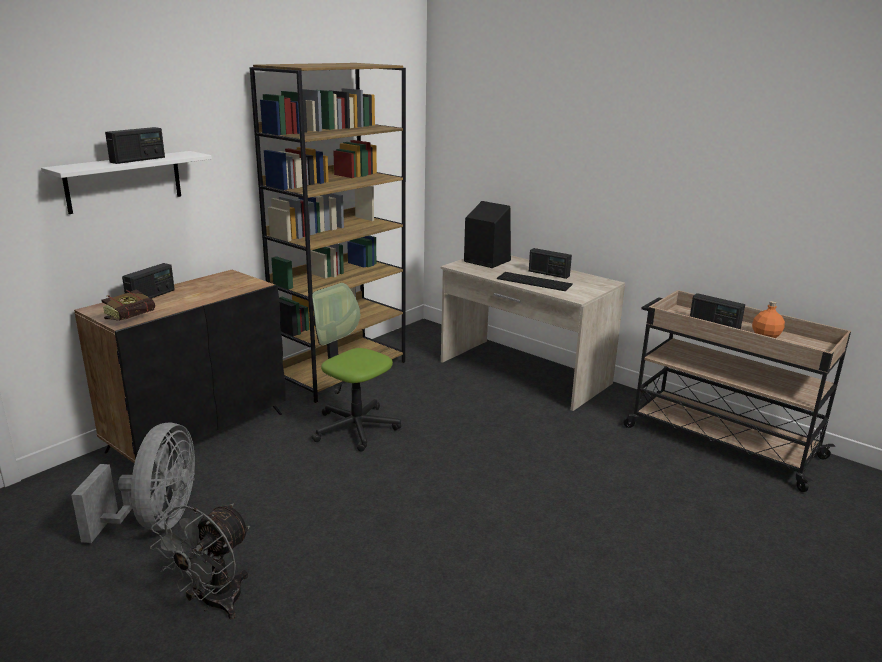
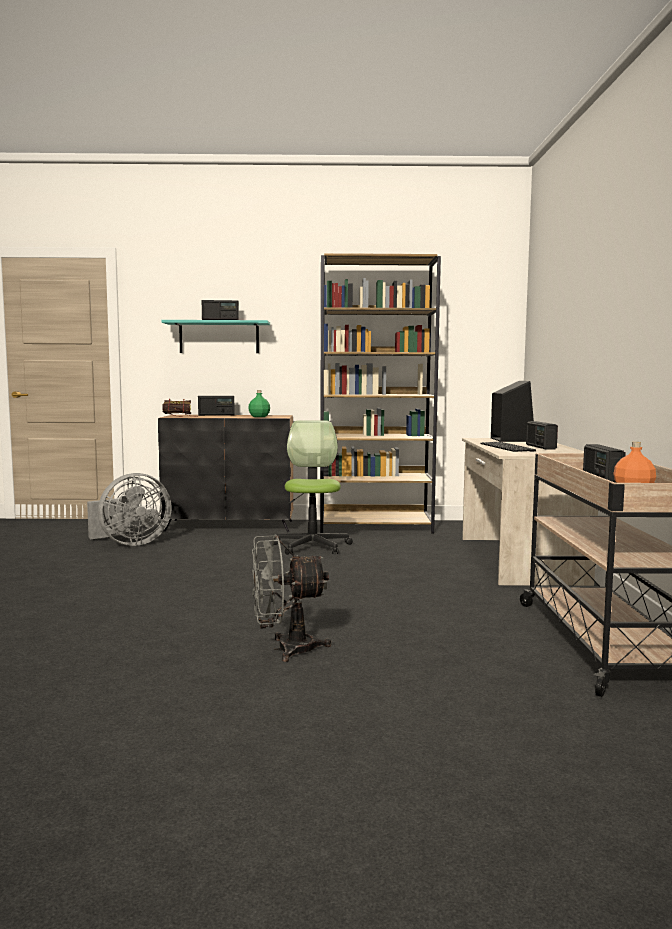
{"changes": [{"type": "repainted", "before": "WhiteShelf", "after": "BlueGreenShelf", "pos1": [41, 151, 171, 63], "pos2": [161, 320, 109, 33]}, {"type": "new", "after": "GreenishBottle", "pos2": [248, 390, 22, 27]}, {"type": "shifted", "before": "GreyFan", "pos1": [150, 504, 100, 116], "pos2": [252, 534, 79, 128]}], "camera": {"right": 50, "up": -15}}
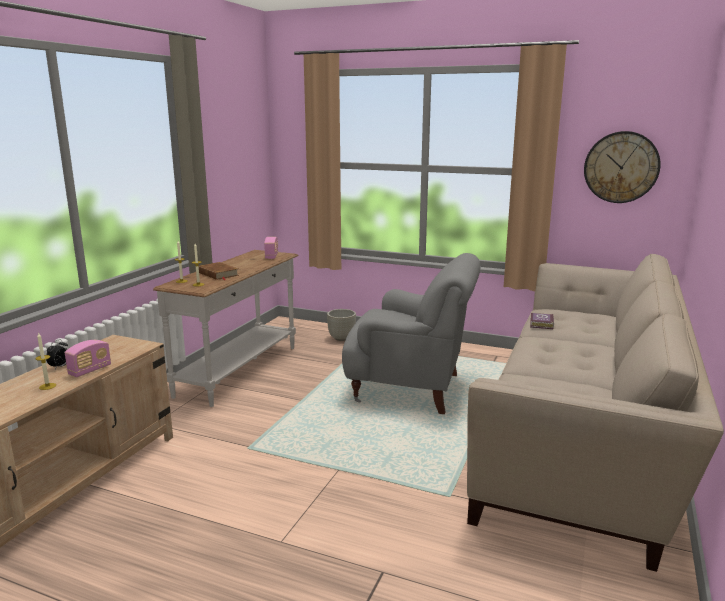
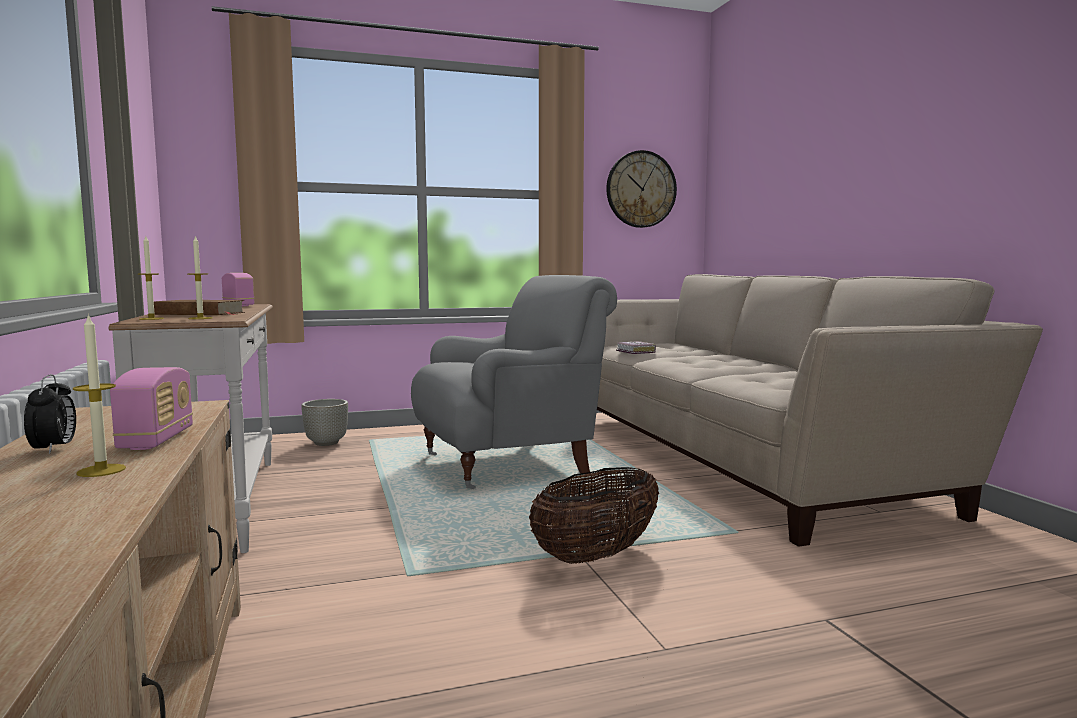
{"changes": [{"type": "new", "after": "Basket", "pos2": [529, 467, 130, 97]}], "camera": {"right": -40, "up": -10}}
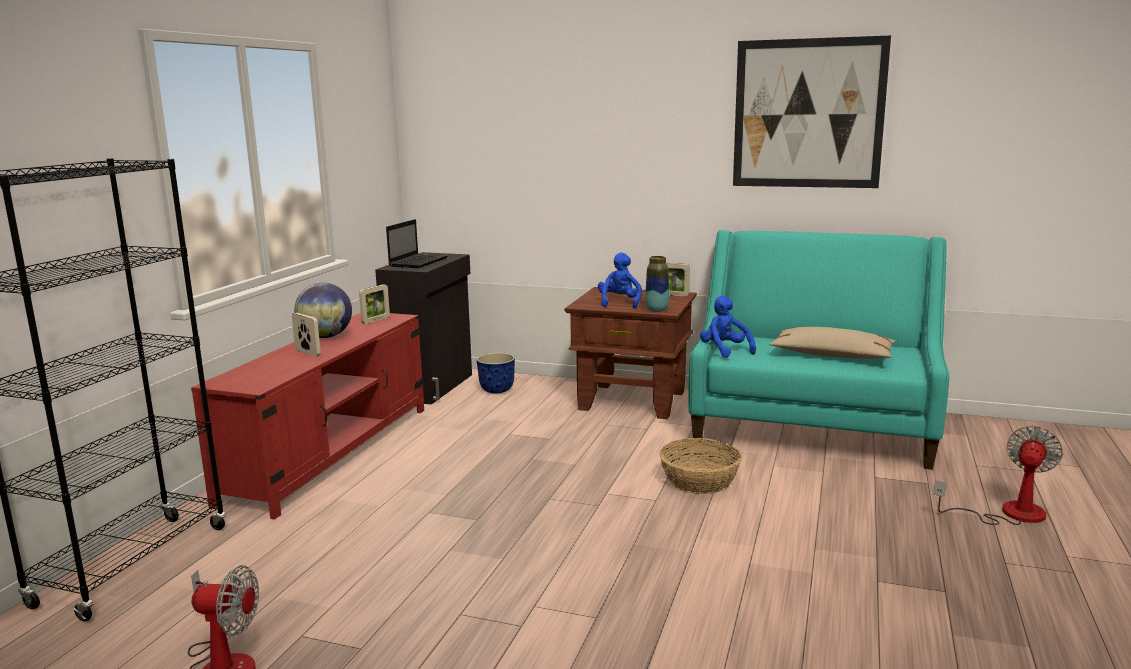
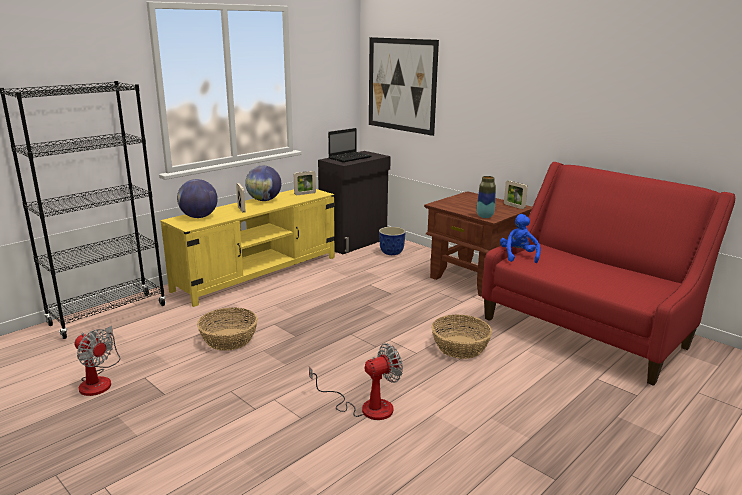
{"changes": [{"type": "repainted", "before": "RedTvStand", "after": "YellowTvStand", "pos1": [191, 313, 233, 207], "pos2": [160, 189, 175, 118]}, {"type": "new", "after": "Globe", "pos2": [177, 179, 41, 39]}, {"type": "new", "after": "Basket", "pos2": [197, 308, 61, 43]}, {"type": "shifted", "before": "Fan", "pos1": [933, 426, 130, 99], "pos2": [309, 343, 94, 77]}, {"type": "shifted", "before": "Picture", "pos1": [733, 35, 158, 153], "pos2": [369, 37, 70, 99]}, {"type": "repainted", "before": "BlueGreenCouch", "after": "RedCouch", "pos1": [688, 230, 261, 240], "pos2": [482, 162, 253, 224]}, {"type": "gone", "before": "BlueColouredPlushToy", "pos1": [598, 252, 44, 57]}, {"type": "gone", "before": "BeigeColouredPillow", "pos1": [769, 327, 127, 32]}], "camera": {"right": 25, "up": 5}}
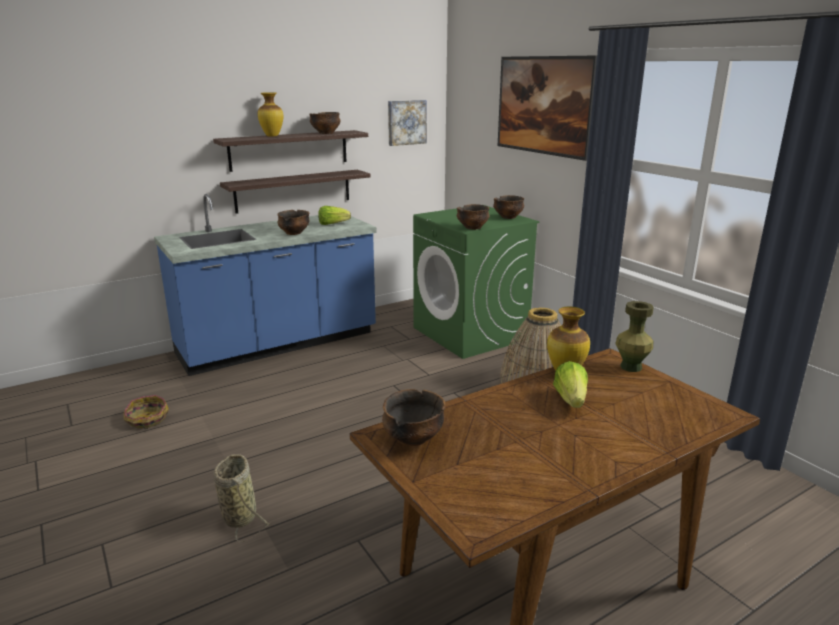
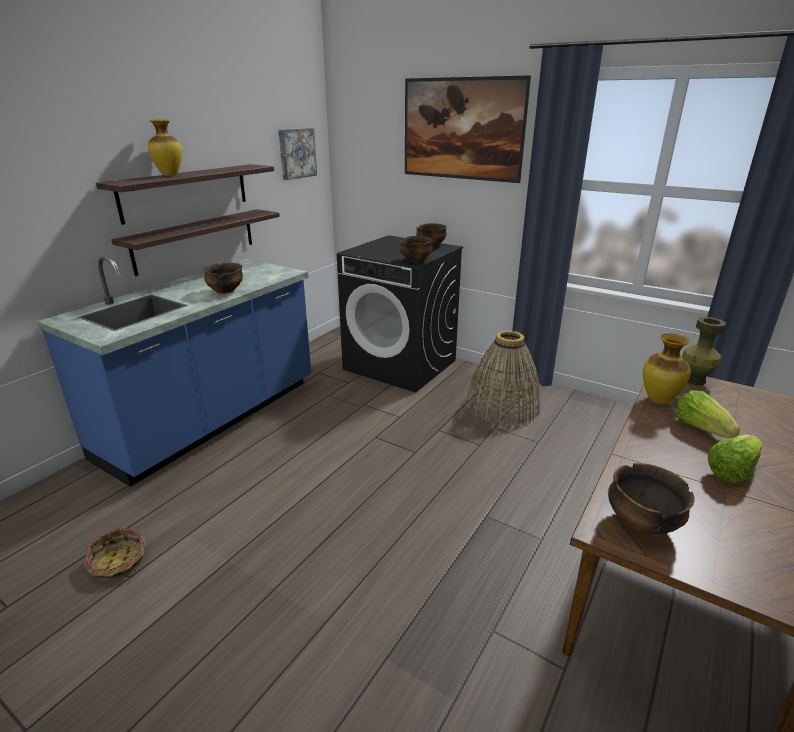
{"changes": [{"type": "repainted", "before": "GreenishLaundryMachine", "after": "BlackLaundryMachine", "pos1": [413, 205, 127, 154], "pos2": [337, 235, 126, 158]}, {"type": "shifted", "before": "HeadOfLettuce", "pos1": [318, 206, 33, 19], "pos2": [707, 435, 55, 48]}, {"type": "gone", "before": "Basket", "pos1": [213, 454, 57, 88]}, {"type": "gone", "before": "ServingBowl", "pos1": [310, 112, 30, 22]}], "camera": {"right": -25, "up": 5}}
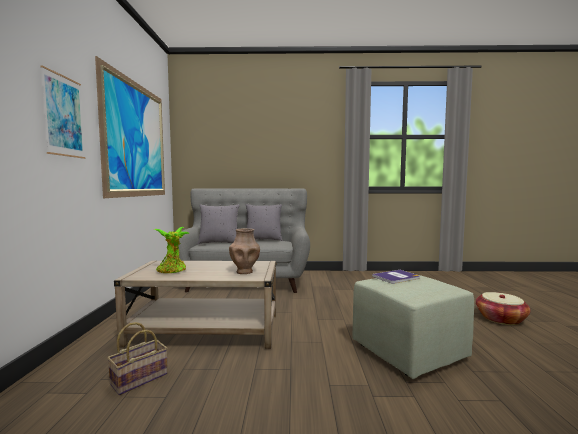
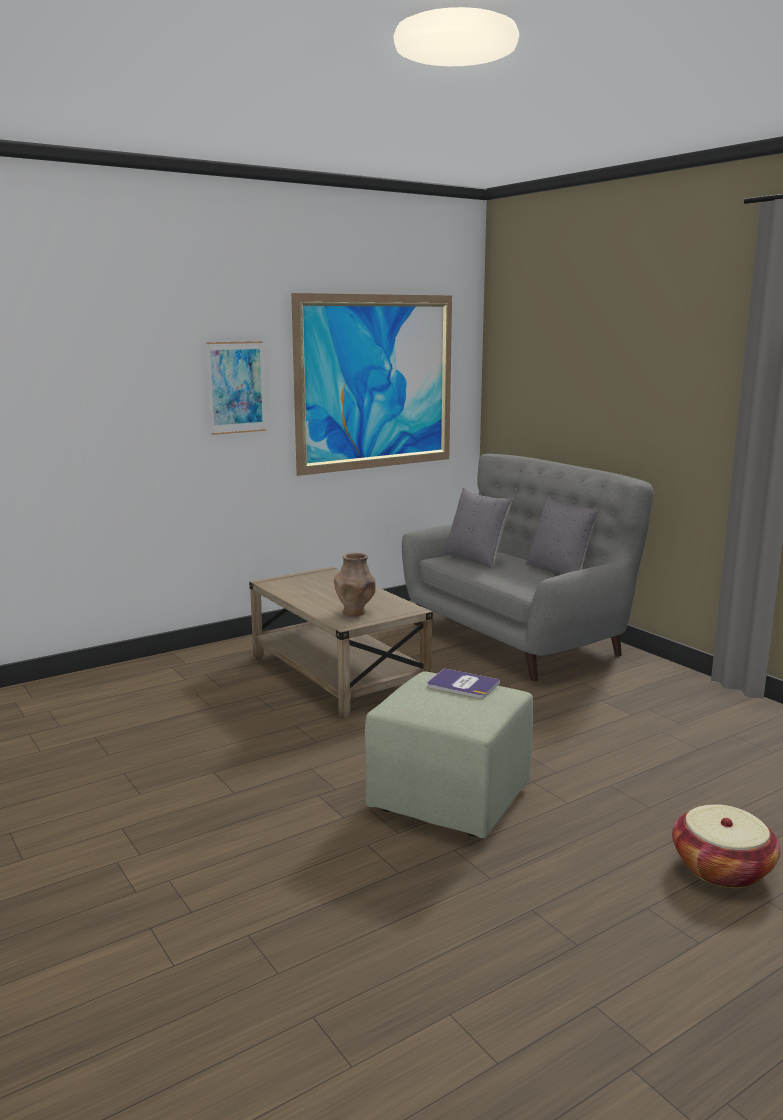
{"changes": [{"type": "gone", "before": "Basket", "pos1": [107, 322, 61, 73]}, {"type": "gone", "before": "PottedPlant", "pos1": [154, 227, 36, 46]}], "camera": {"right": 55, "up": 10}}
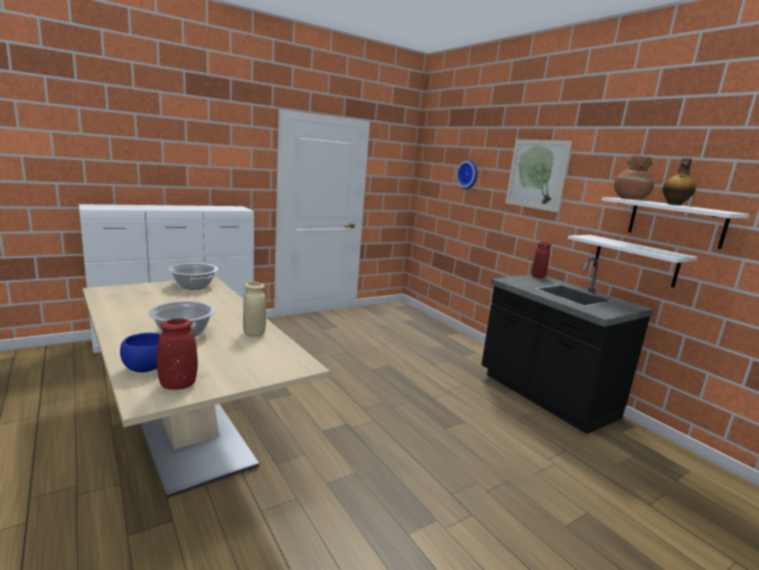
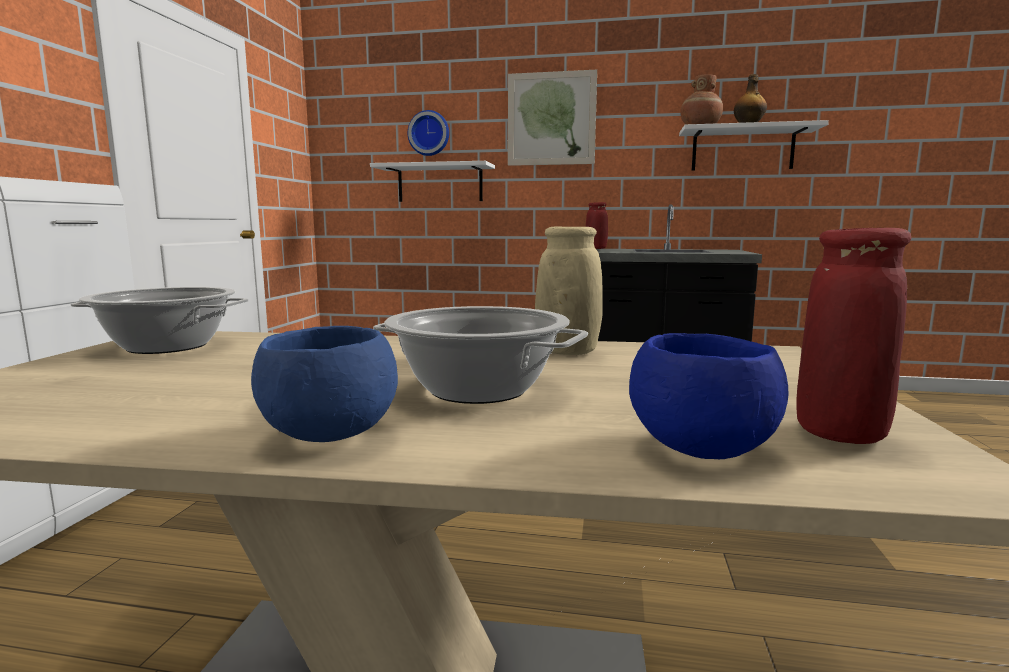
{"changes": [{"type": "new", "after": "BlueColouredServingBowl", "pos2": [251, 326, 147, 116]}, {"type": "shifted", "before": "WhiteShelf", "pos1": [568, 235, 130, 53], "pos2": [370, 161, 125, 41]}], "camera": {"right": -45, "up": -5}}
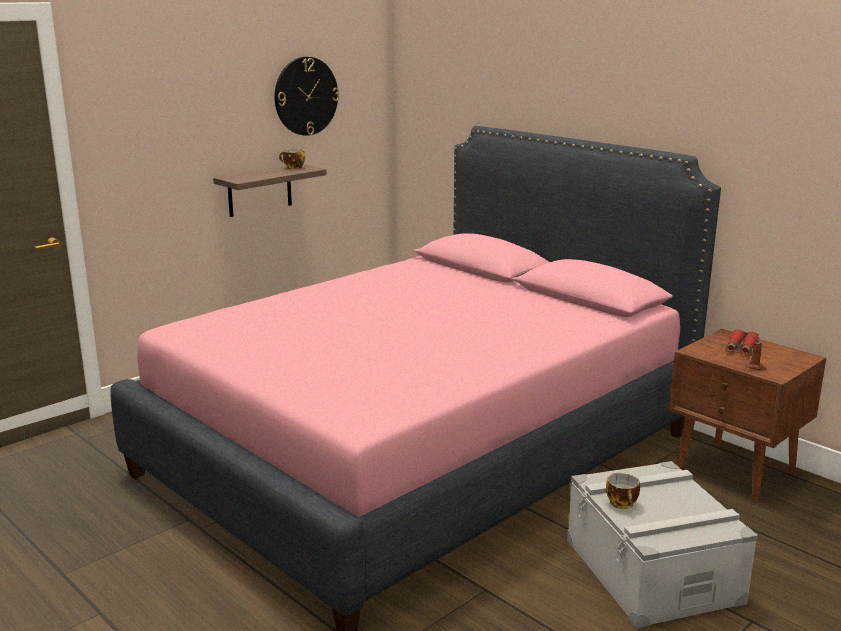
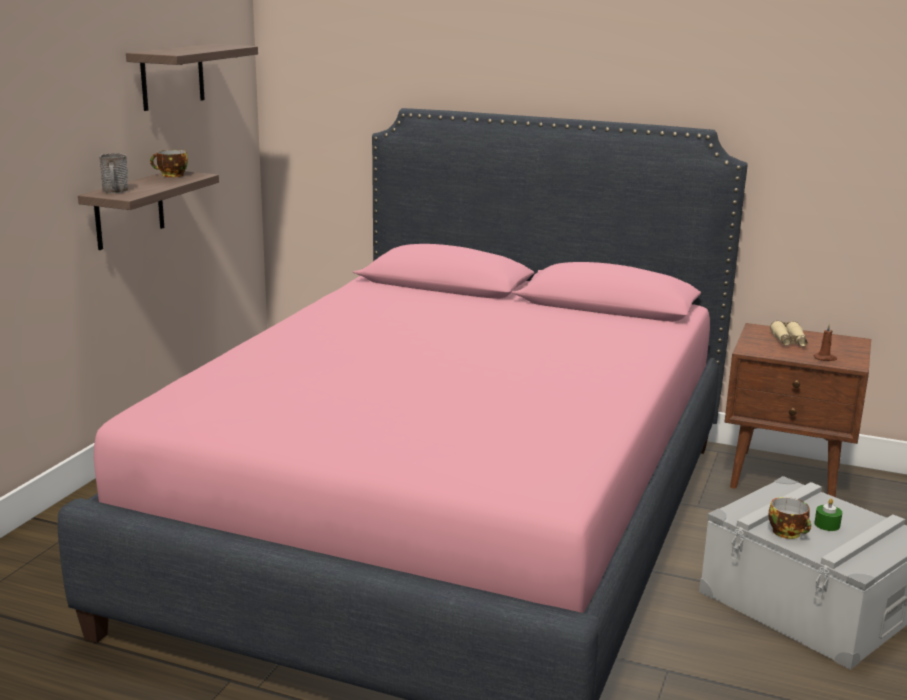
{"changes": [{"type": "new", "after": "GreyCoffeeMug", "pos2": [99, 153, 30, 40]}, {"type": "swapped", "before": "WallClock", "after": "Shelf", "pos1": [275, 57, 64, 79], "pos2": [126, 44, 132, 67]}, {"type": "repainted", "before": "RedFieldGlasses", "after": "BeigeColouredFieldGlasses", "pos1": [726, 329, 34, 26], "pos2": [770, 321, 38, 25]}, {"type": "new", "after": "GreenishCandle", "pos2": [814, 499, 28, 32]}], "camera": {"right": -25, "up": 0}}
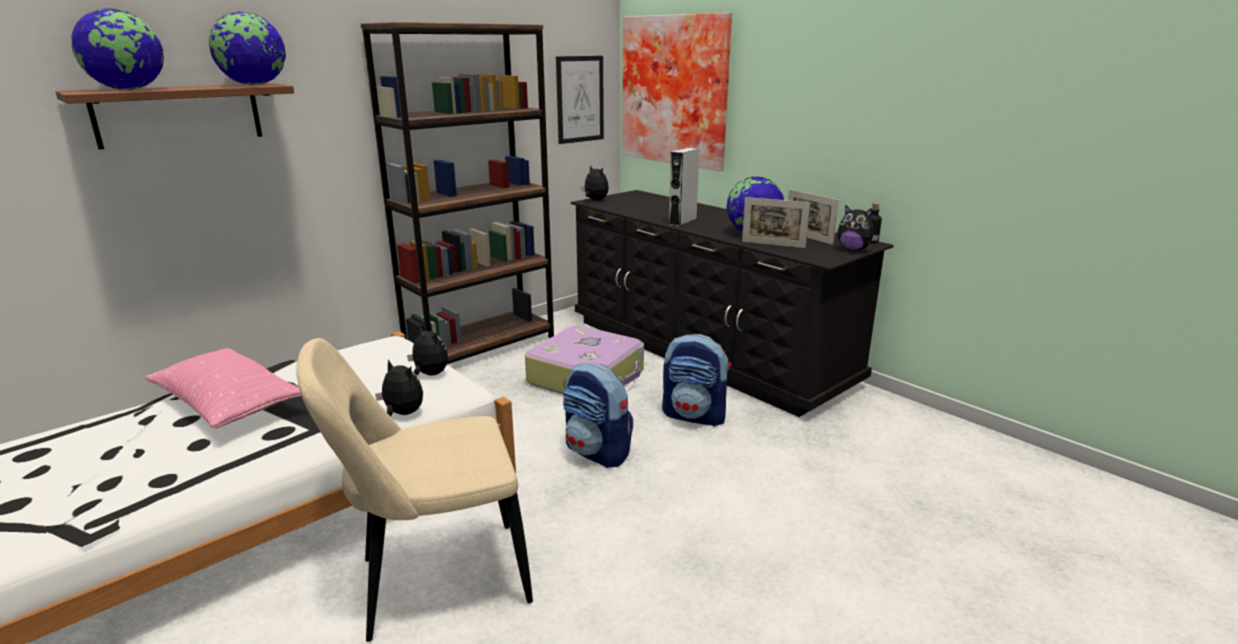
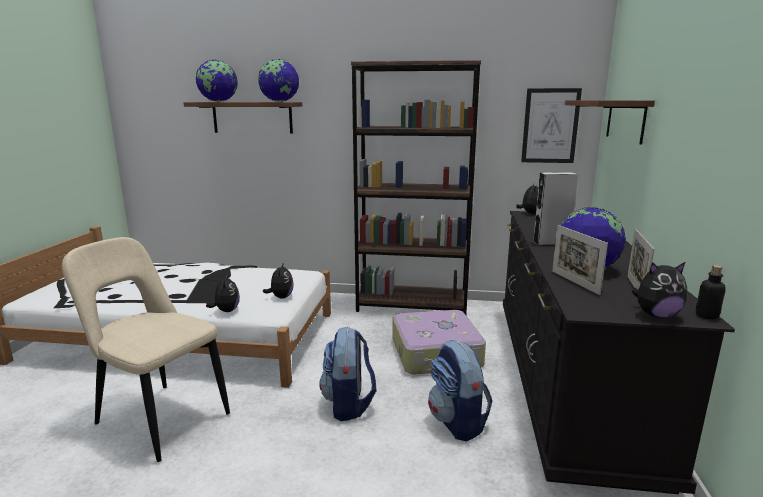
{"changes": [{"type": "swapped", "before": "Picture", "after": "Shelf", "pos1": [623, 13, 109, 158], "pos2": [565, 100, 90, 45]}, {"type": "rotated", "before": "PlushToy", "pos1": [837, 205, 42, 46], "pos2": [632, 262, 55, 56], "turn": -90}, {"type": "gone", "before": "PinkColouredPillow", "pos1": [145, 348, 156, 80]}], "camera": {"right": 50, "up": -5}}
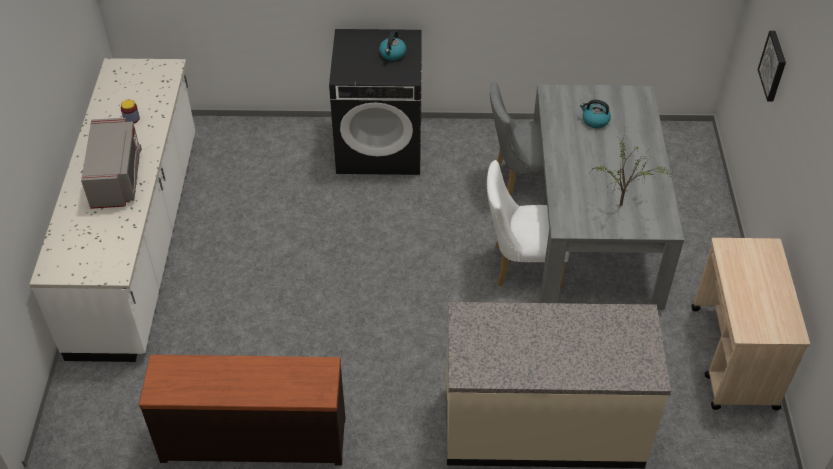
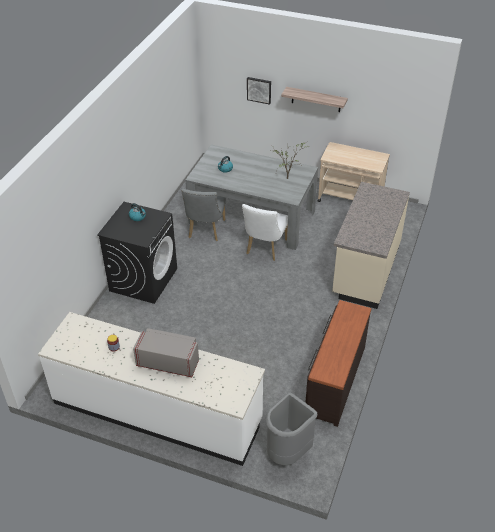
{"changes": [{"type": "new", "after": "GreyWasteBin", "pos2": [266, 393, 52, 72]}, {"type": "new", "after": "Shelf", "pos2": [281, 87, 67, 25]}], "camera": {"right": -70, "up": -5}}
